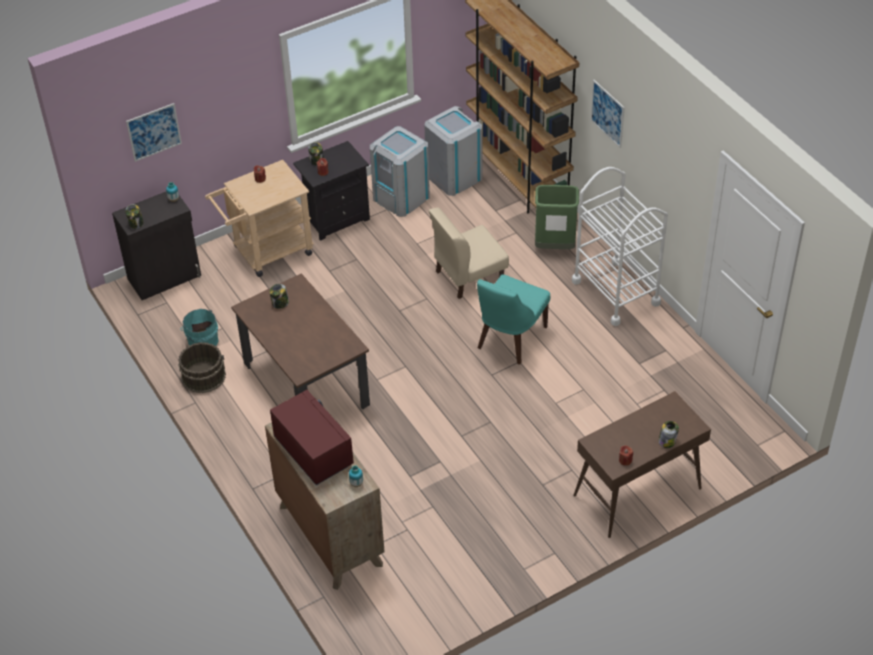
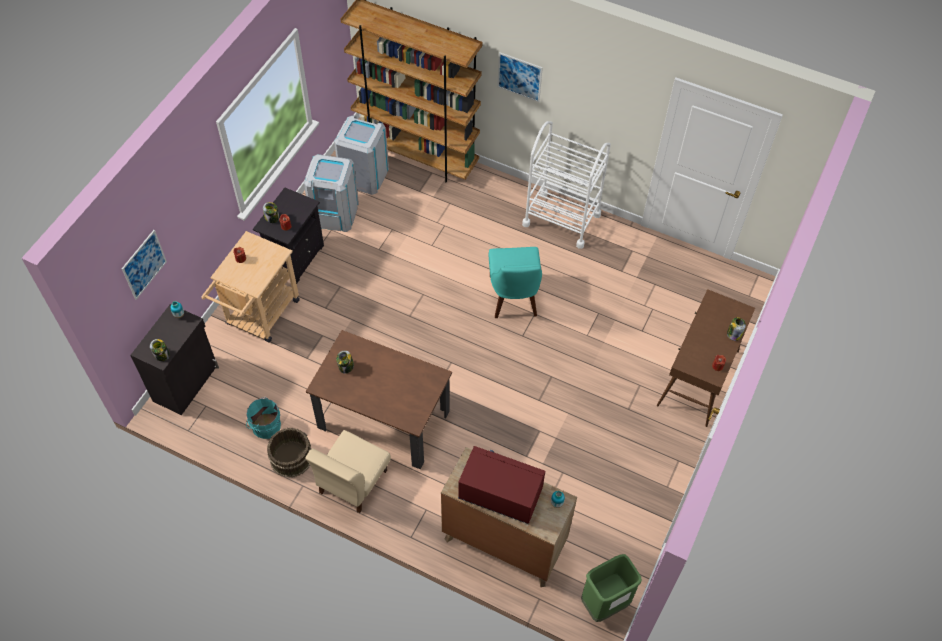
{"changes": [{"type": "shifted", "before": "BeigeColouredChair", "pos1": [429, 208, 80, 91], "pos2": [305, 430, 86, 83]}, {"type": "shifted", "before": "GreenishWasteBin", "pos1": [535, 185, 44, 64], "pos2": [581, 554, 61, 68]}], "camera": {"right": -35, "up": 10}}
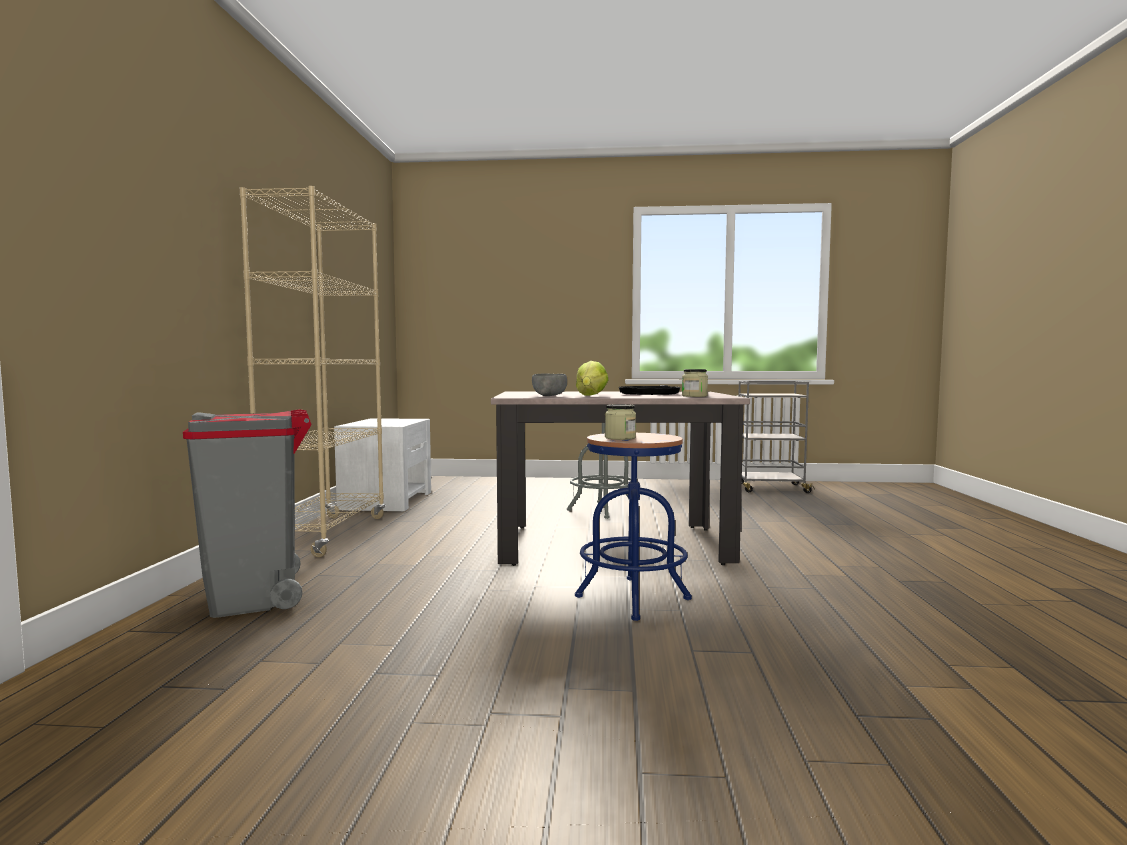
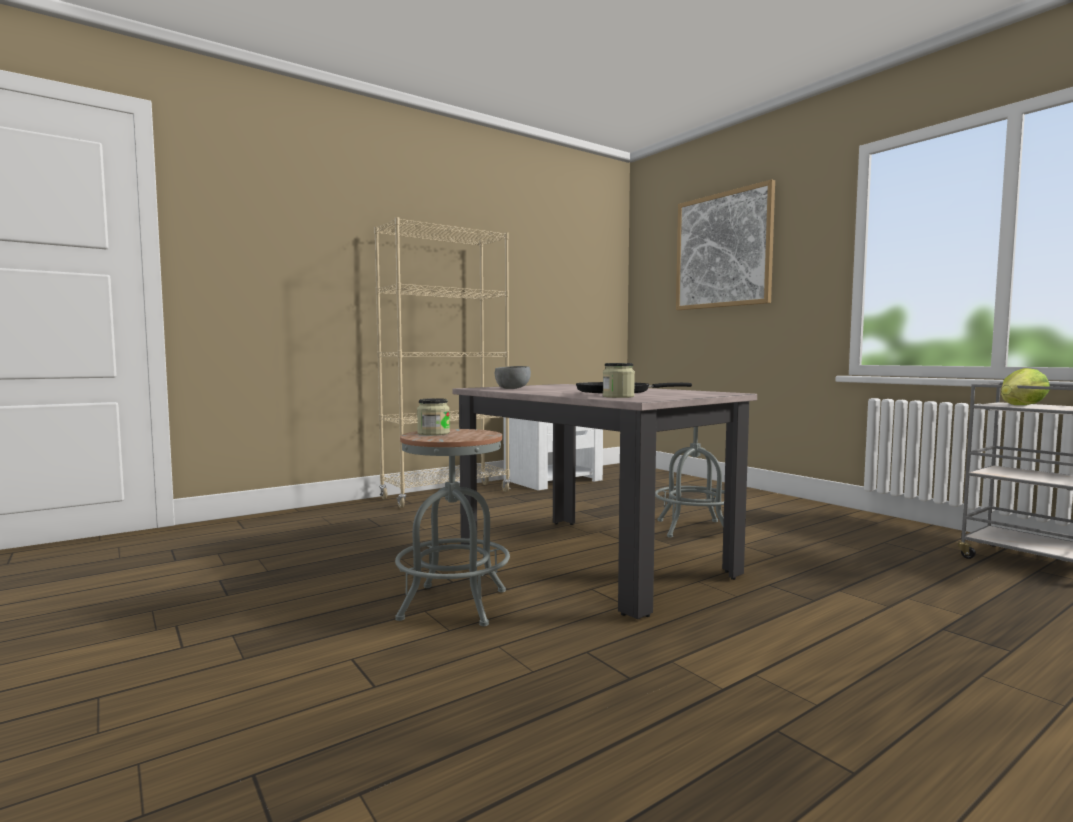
{"changes": [{"type": "repainted", "before": "BlueColouredSittingStool", "after": "GreySittingStool", "pos1": [575, 433, 117, 188], "pos2": [395, 429, 115, 198]}, {"type": "new", "after": "Picture", "pos2": [676, 180, 99, 130]}, {"type": "shifted", "before": "HeadOfLettuce", "pos1": [576, 361, 33, 35], "pos2": [1001, 368, 49, 37]}, {"type": "gone", "before": "GreyWasteBin", "pos1": [183, 409, 129, 209]}], "camera": {"right": 50, "up": 0}}
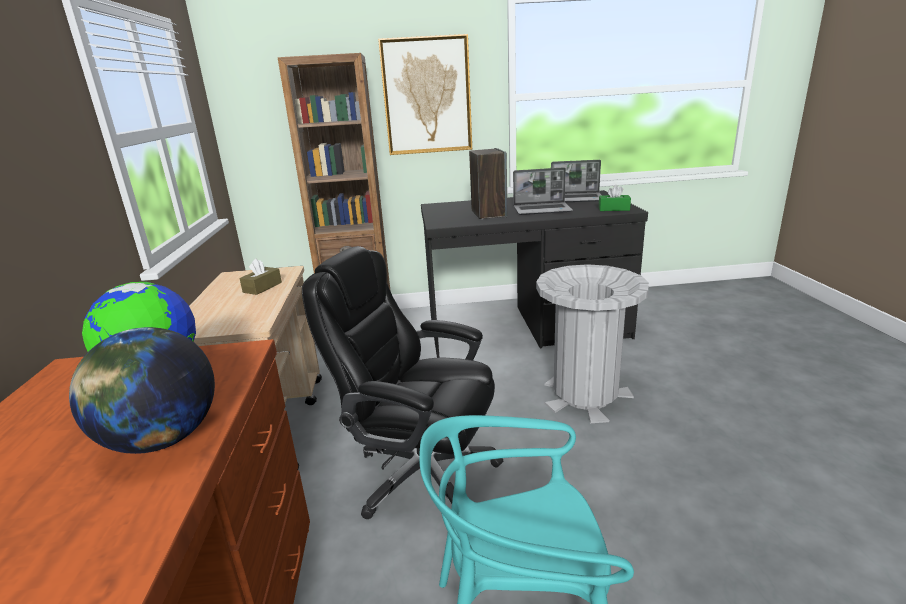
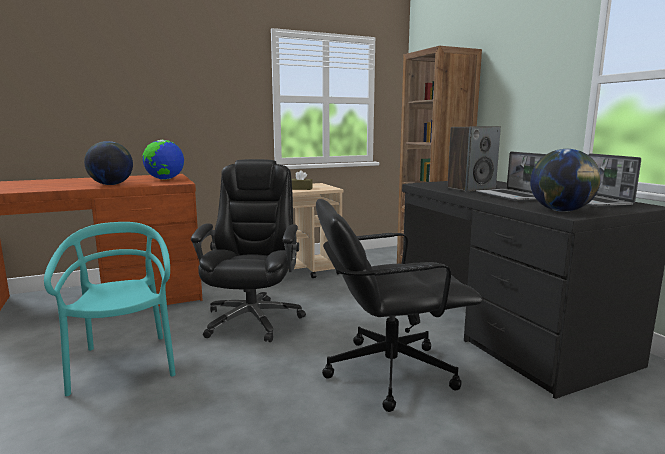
{"changes": [{"type": "swapped", "before": "GreyWasteBin", "after": "BlackComputerChair", "pos1": [536, 264, 113, 159], "pos2": [316, 199, 167, 213]}, {"type": "swapped", "before": "GreenishTissueHolder", "after": "Globe", "pos1": [599, 185, 32, 26], "pos2": [530, 149, 71, 63]}, {"type": "gone", "before": "Picture", "pos1": [378, 34, 94, 121]}], "camera": {"right": 70, "up": -10}}
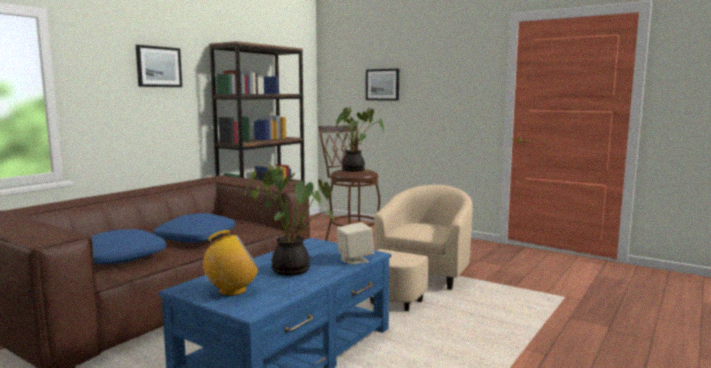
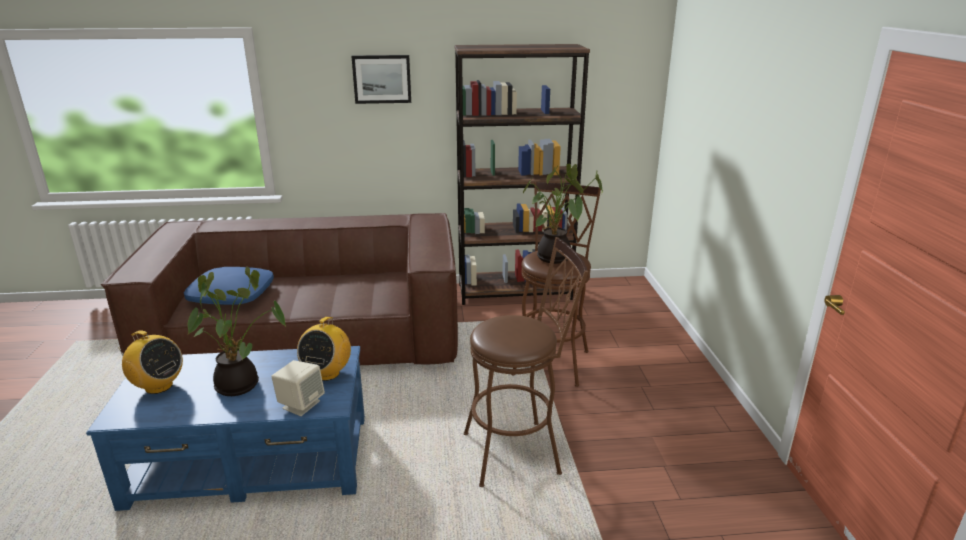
{"changes": [{"type": "new", "after": "Radio", "pos2": [297, 317, 54, 64]}, {"type": "swapped", "before": "BeigeColouredArmchair", "after": "BrownColouredSittingStool", "pos1": [370, 185, 102, 126], "pos2": [464, 237, 124, 250]}, {"type": "gone", "before": "BlueColouredPillow", "pos1": [154, 213, 81, 30]}, {"type": "gone", "before": "Picture", "pos1": [366, 69, 33, 32]}], "camera": {"right": 50, "up": 15}}
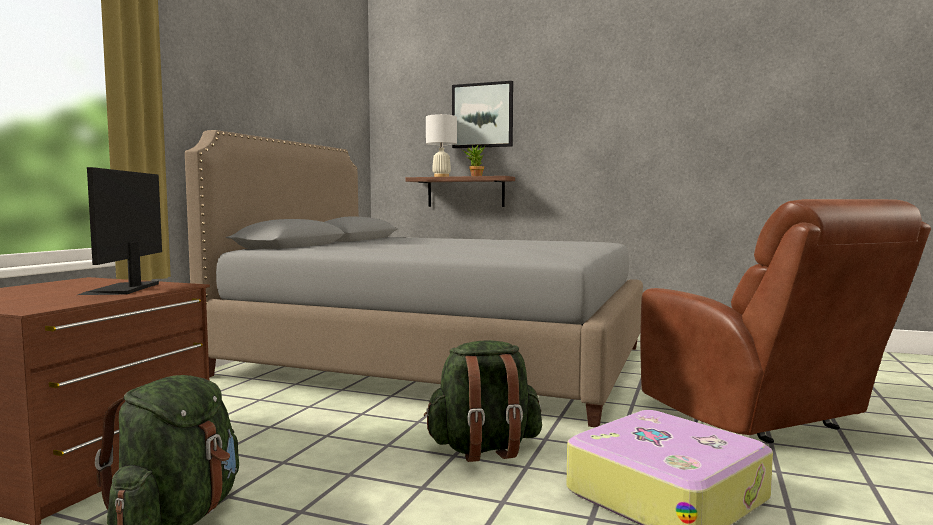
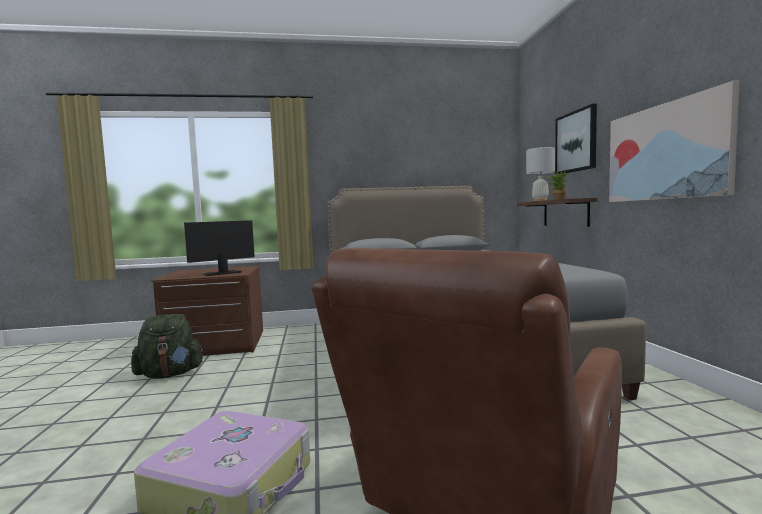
{"changes": [{"type": "new", "after": "Picture", "pos2": [609, 81, 131, 121]}, {"type": "gone", "before": "GreenishKnapsack", "pos1": [424, 340, 118, 122]}], "camera": {"right": 60, "up": 0}}
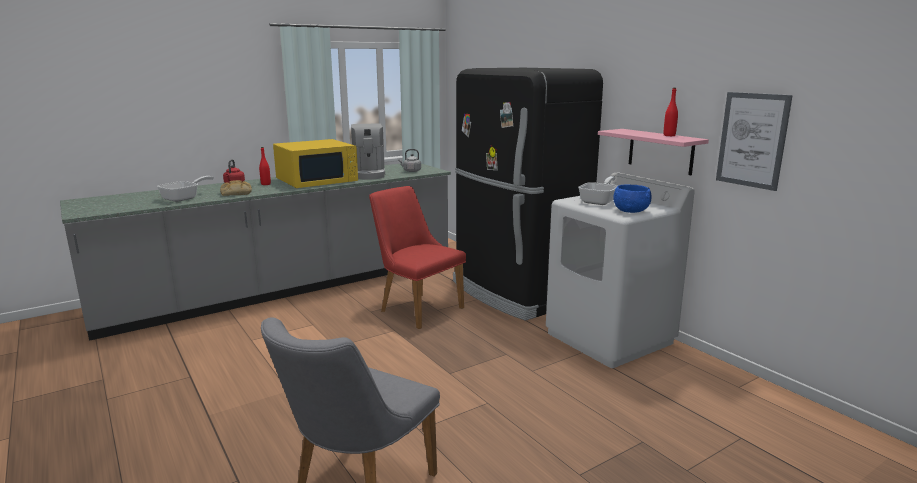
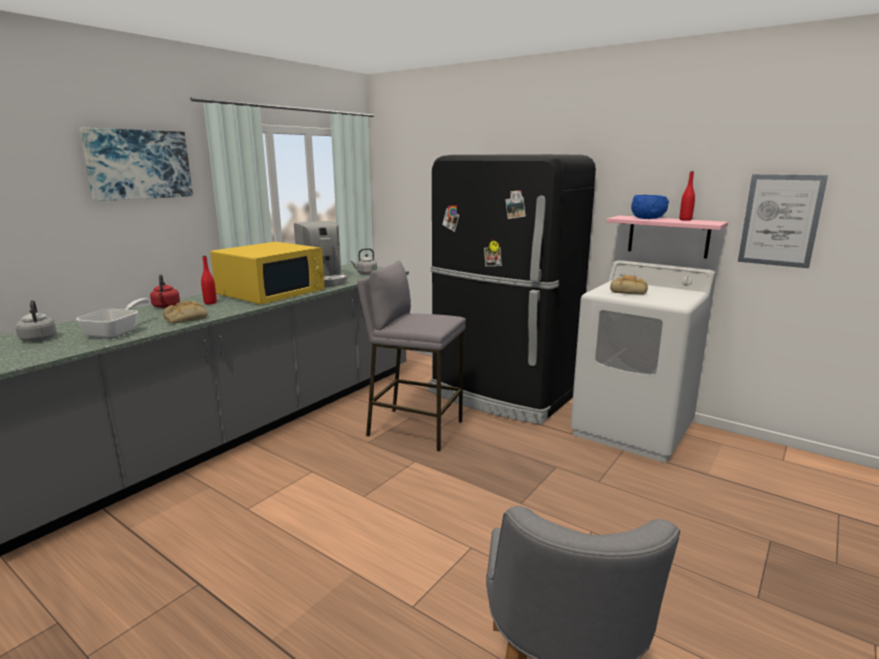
{"changes": [{"type": "new", "after": "GreyTeaKettle", "pos2": [16, 300, 41, 42]}, {"type": "new", "after": "Picture", "pos2": [79, 128, 114, 73]}, {"type": "swapped", "before": "RedChair", "after": "GreySittingStool", "pos1": [369, 186, 97, 143], "pos2": [357, 260, 109, 192]}, {"type": "swapped", "before": "Skillet", "after": "BakedBread", "pos1": [578, 176, 40, 29], "pos2": [610, 275, 38, 19]}, {"type": "shifted", "before": "BlueColouredServingBowl", "pos1": [613, 185, 38, 28], "pos2": [631, 195, 38, 24]}], "camera": {"right": -20, "up": 0}}
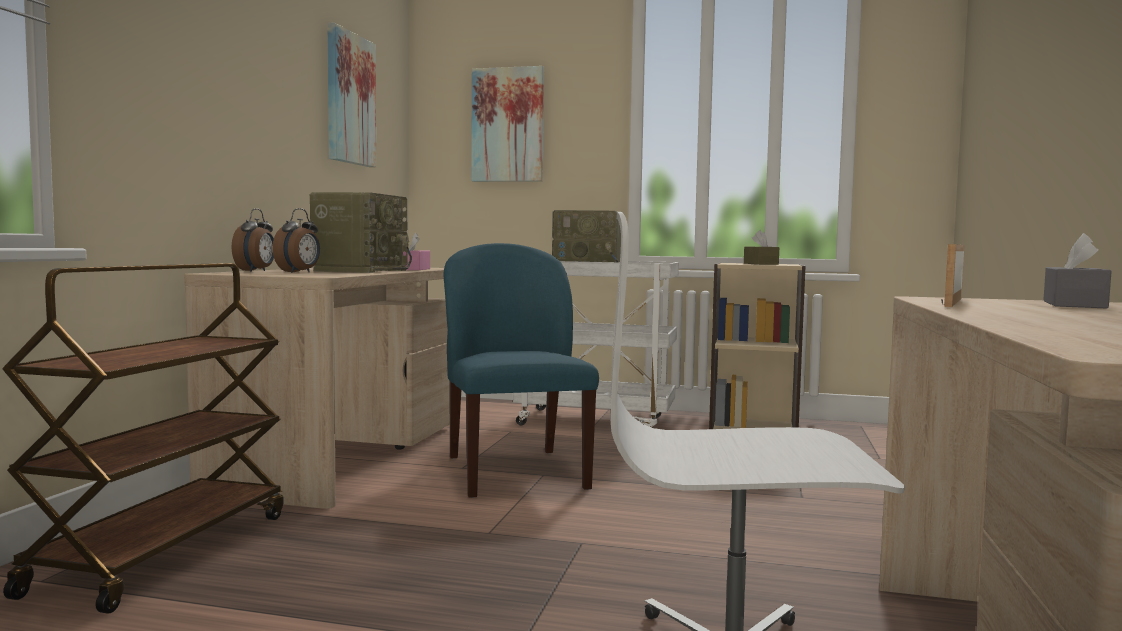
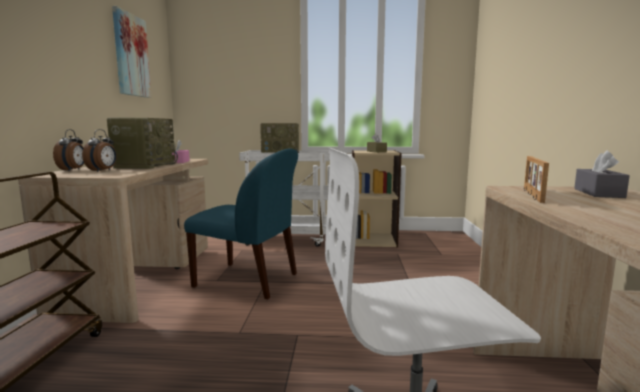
{"changes": [{"type": "rotated", "before": "BlueColouredChair", "pos1": [444, 243, 155, 255], "pos2": [184, 149, 114, 150], "turn": 135}, {"type": "gone", "before": "Picture", "pos1": [471, 66, 73, 116]}], "camera": {"right": -10, "up": 5}}
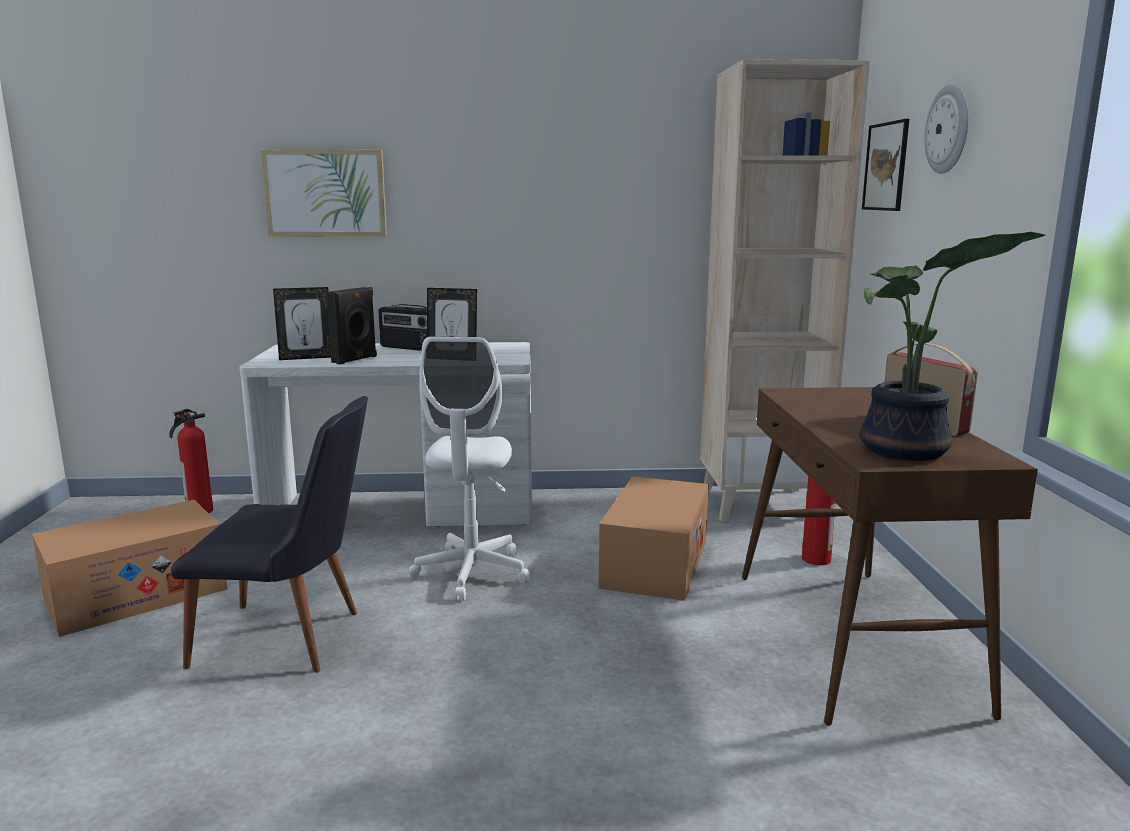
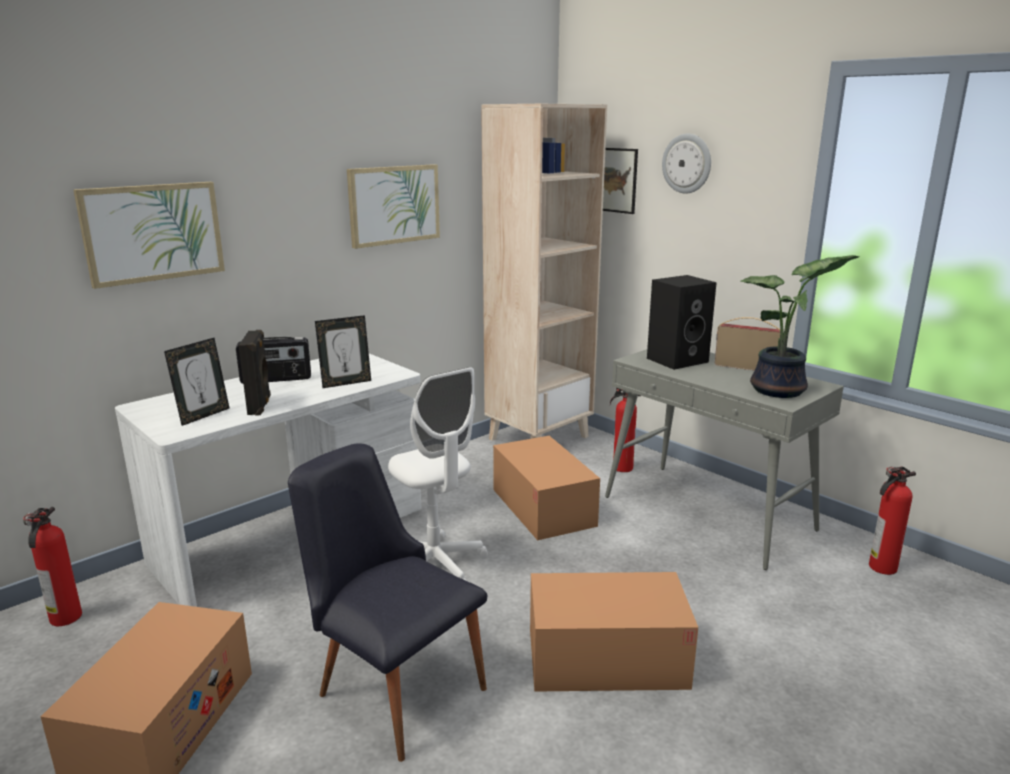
{"changes": [{"type": "rotated", "before": "BlackChair", "pos1": [171, 396, 197, 277], "pos2": [288, 443, 199, 319], "turn": -105}, {"type": "new", "after": "Picture", "pos2": [347, 164, 93, 85]}, {"type": "new", "after": "PackingBox", "pos2": [530, 572, 168, 120]}, {"type": "repainted", "before": "BrownColouredNarrowTable", "after": "GreyNarrowTable", "pos1": [742, 387, 296, 339], "pos2": [605, 349, 239, 221]}, {"type": "new", "after": "BlackLoudspeaker", "pos2": [647, 275, 70, 95]}, {"type": "new", "after": "FireFightingCylinder", "pos2": [869, 466, 47, 109]}], "camera": {"right": -40, "up": 5}}
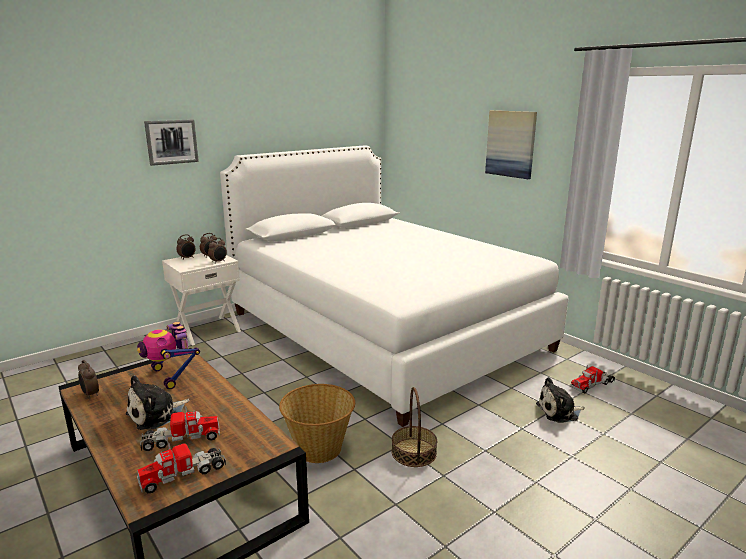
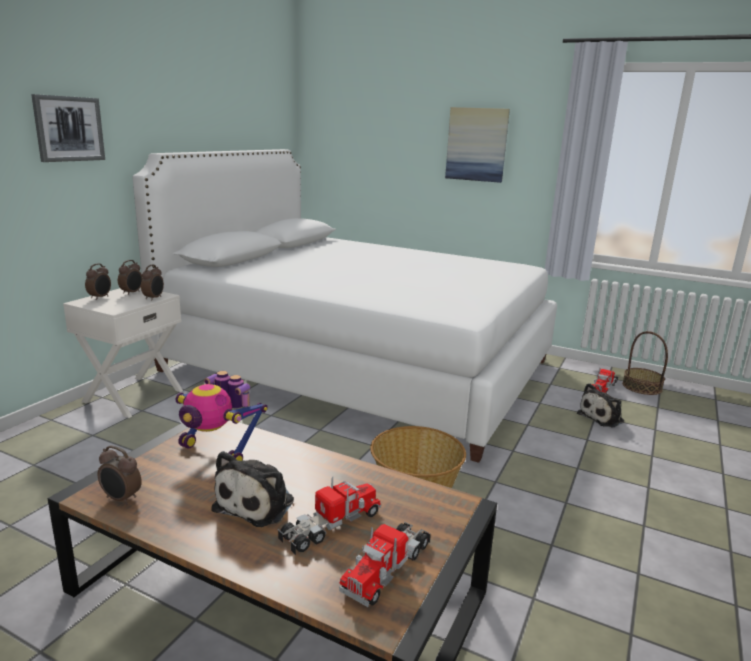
{"changes": [{"type": "shifted", "before": "Basket", "pos1": [392, 387, 45, 80], "pos2": [622, 331, 46, 64]}], "camera": {"right": -25, "up": 0}}
